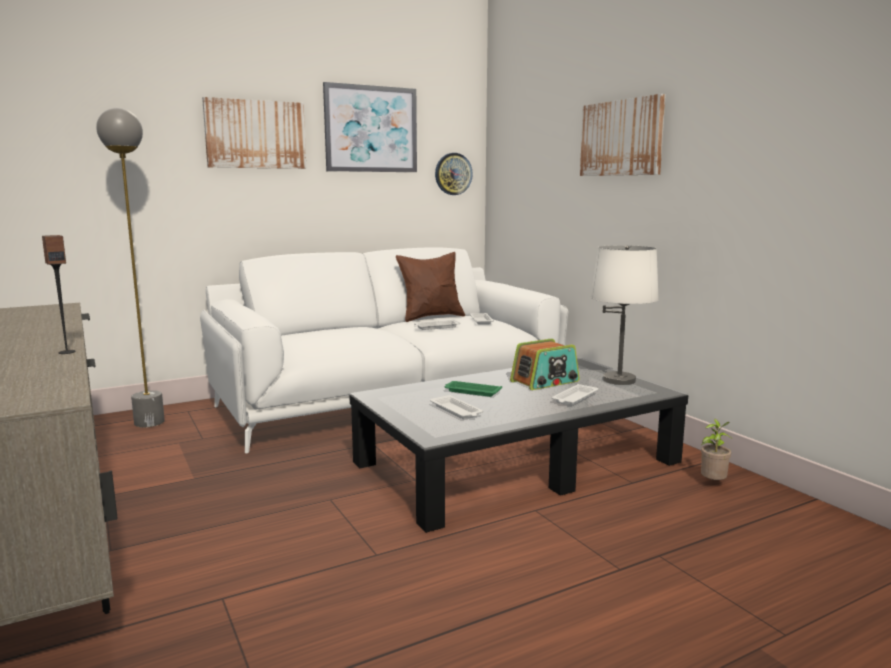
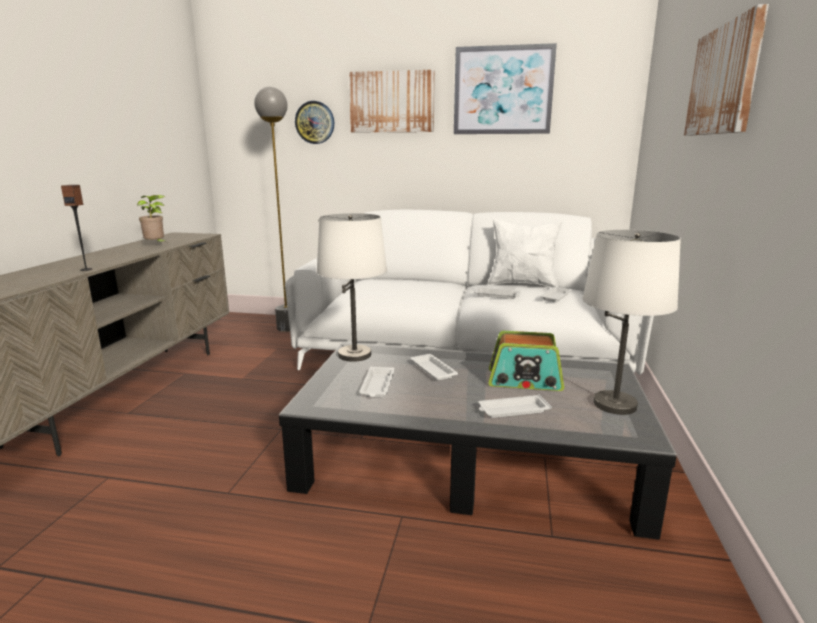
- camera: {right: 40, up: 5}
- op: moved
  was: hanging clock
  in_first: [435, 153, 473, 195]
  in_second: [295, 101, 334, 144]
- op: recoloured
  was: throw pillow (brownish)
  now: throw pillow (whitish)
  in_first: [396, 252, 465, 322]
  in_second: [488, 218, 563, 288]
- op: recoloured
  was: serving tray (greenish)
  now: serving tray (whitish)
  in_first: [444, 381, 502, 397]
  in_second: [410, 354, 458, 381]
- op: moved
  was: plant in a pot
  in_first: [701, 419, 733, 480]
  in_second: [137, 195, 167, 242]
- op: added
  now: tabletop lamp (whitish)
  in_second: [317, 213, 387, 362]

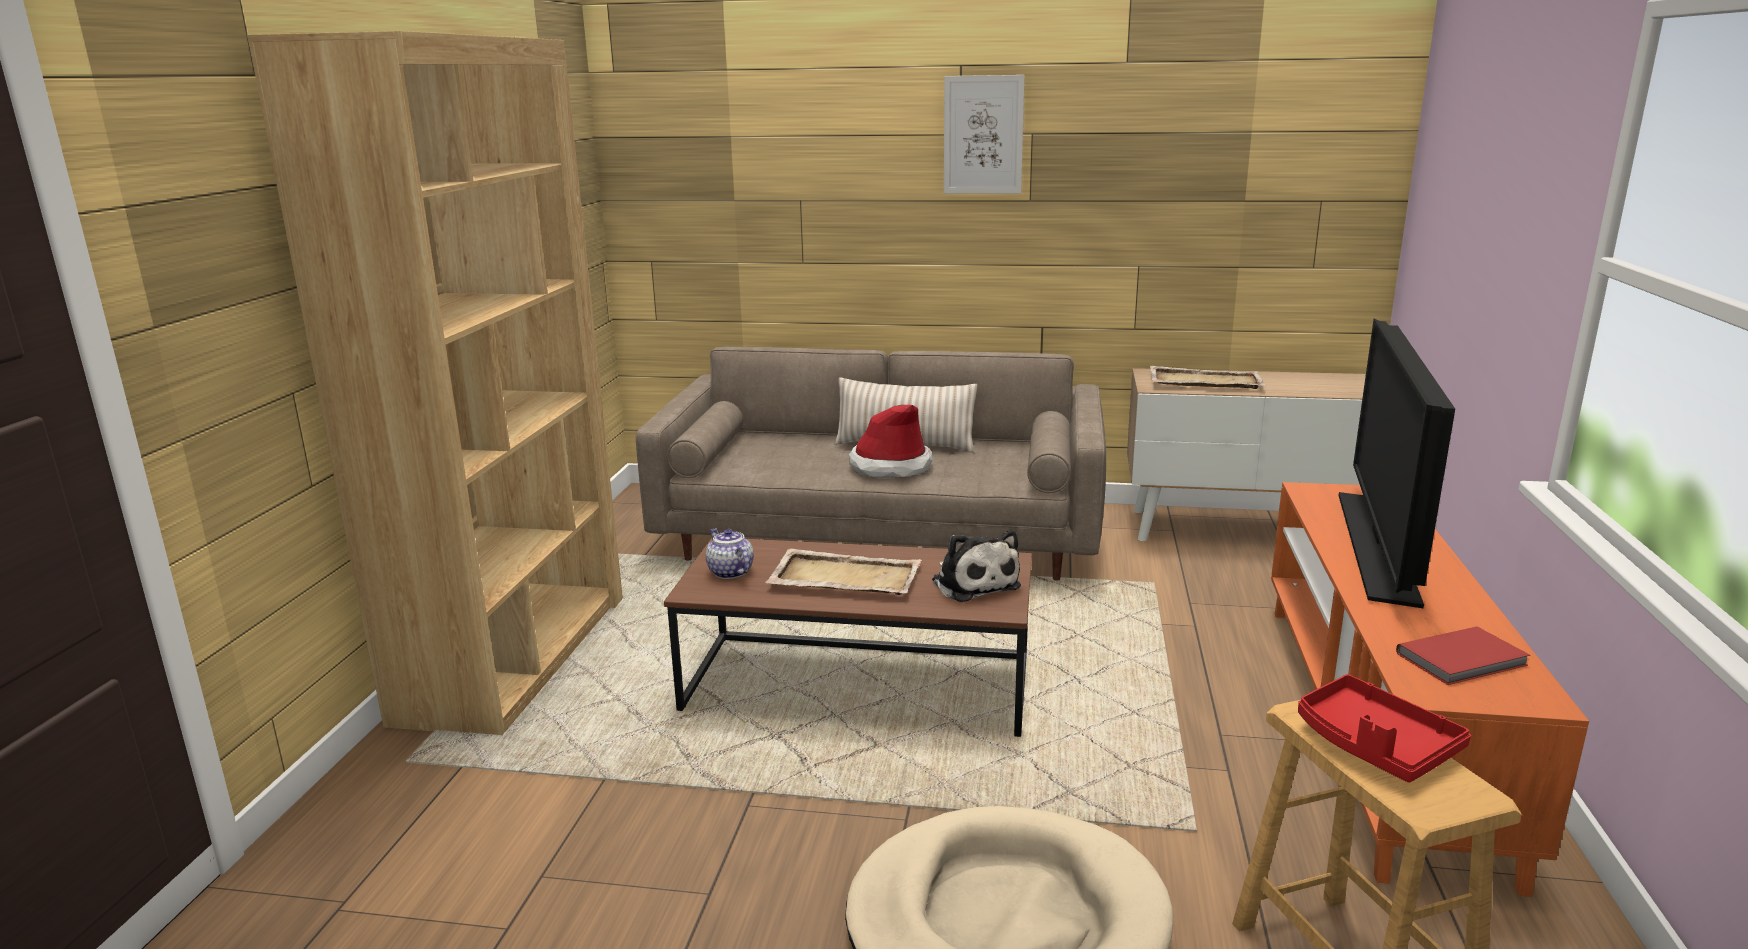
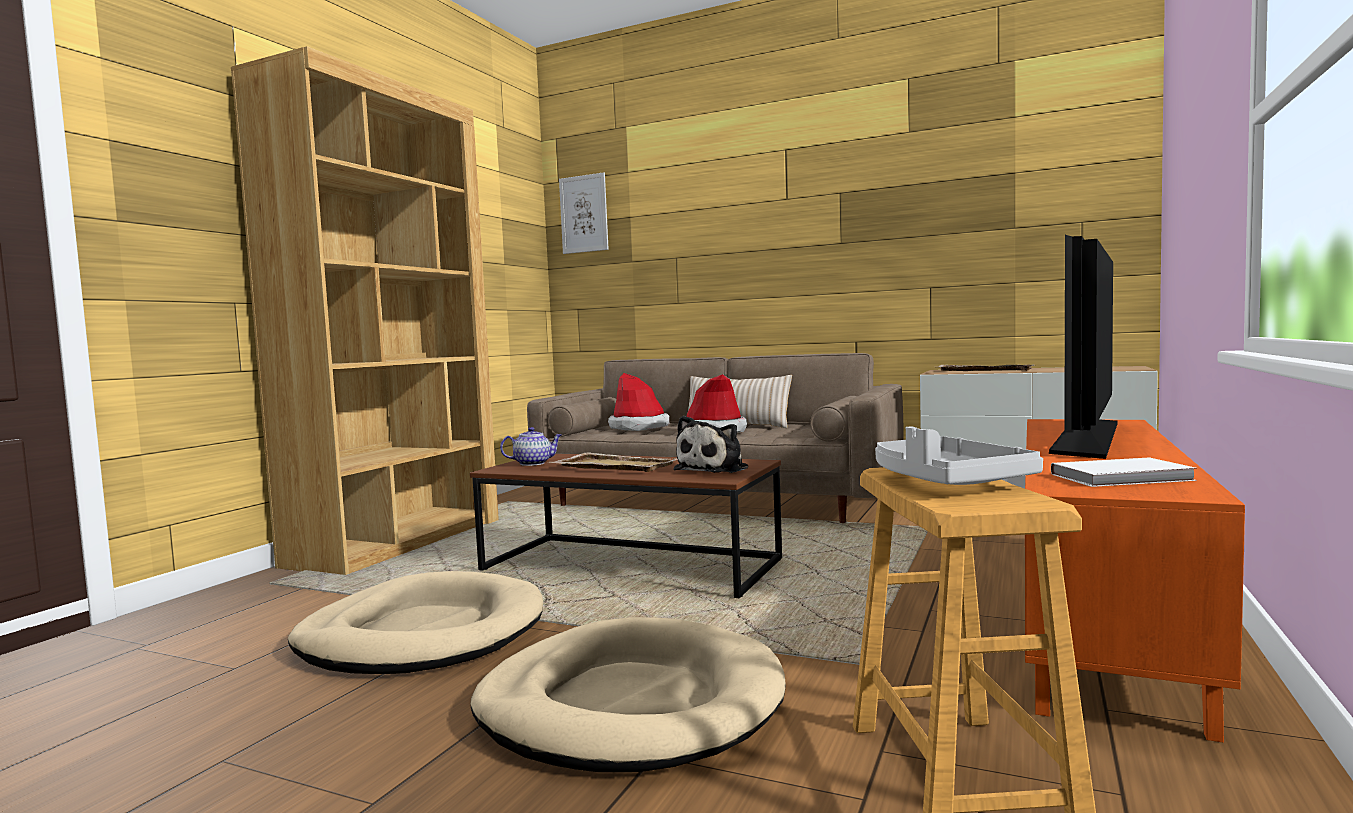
- camera: {right: 15, up: -15}
- op: moved
  was: wall picture
  in_first: [944, 75, 1025, 194]
  in_second: [559, 172, 609, 254]
- op: turned
  was: teapot
  in_first: [706, 528, 754, 579]
  in_second: [500, 427, 562, 466]
  clockwise: 90
- op: turned
  was: cuddly toy
  in_first: [932, 530, 1021, 602]
  in_second: [673, 416, 748, 473]
  clockwise: 45
- op: recoloured
  was: book (reddish)
  now: book (whitish)
  in_first: [1396, 626, 1530, 685]
  in_second: [1051, 457, 1197, 487]
- op: recoloured
  was: serving tray (reddish)
  now: serving tray (greyish)
  in_first: [1298, 674, 1471, 783]
  in_second: [875, 426, 1043, 485]
- op: added
  now: hat
  in_second: [608, 373, 670, 431]
- op: added
  now: dog cushion (beige)
  in_second: [288, 571, 543, 674]

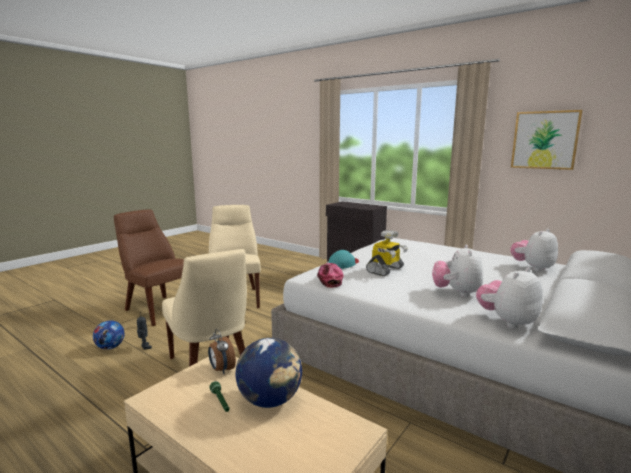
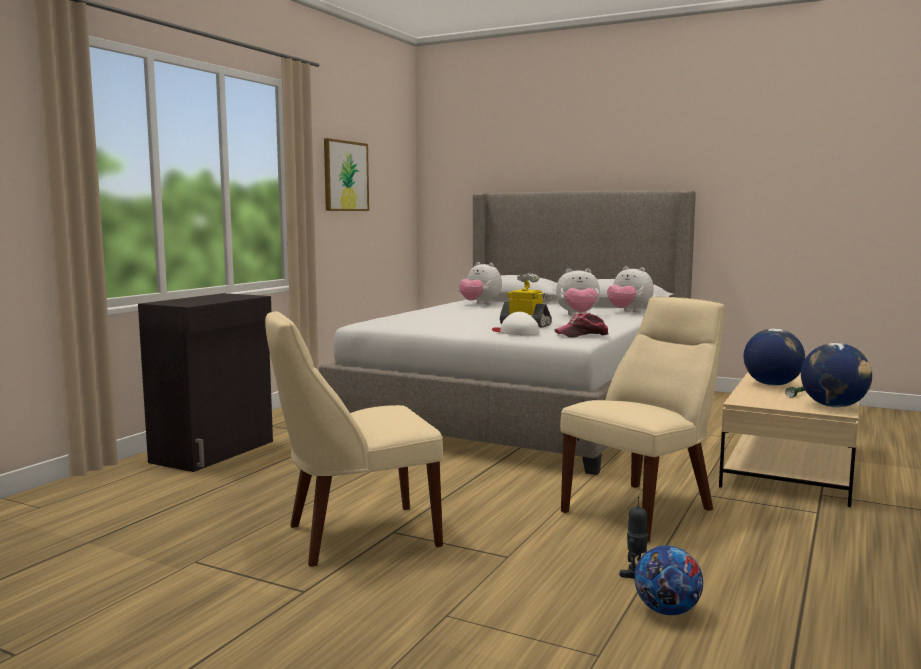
- camera: {right: -100, up: -5}
- op: removed
  was: chair (brownish)
  in_first: [114, 210, 184, 326]
- op: recoloured
  was: baseball cap (turquoise)
  now: baseball cap (whitish)
  in_first: [329, 250, 359, 269]
  in_second: [492, 312, 539, 335]
- op: removed
  was: alarm clock
  in_first: [208, 329, 236, 374]
- op: added
  now: desk globe
  in_second: [801, 343, 872, 407]

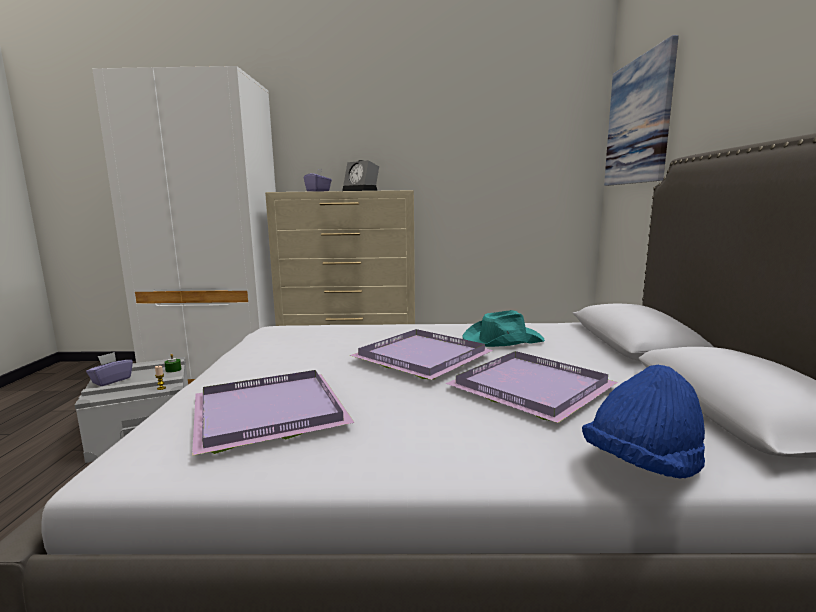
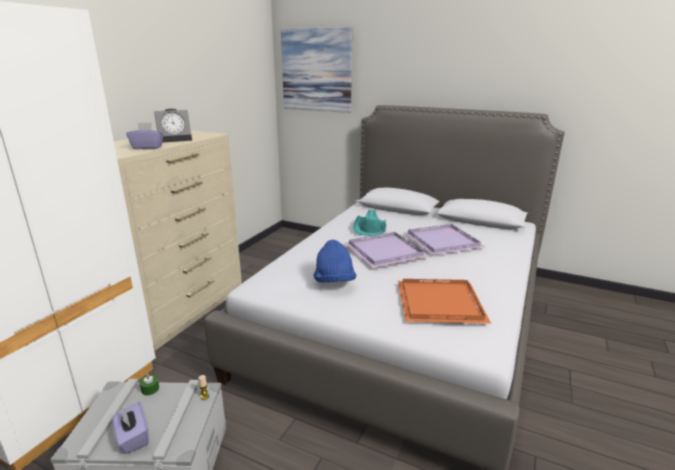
- camera: {right: -65, up: 10}
- op: moved
  was: hat (bluish)
  in_first: [582, 365, 705, 479]
  in_second: [314, 240, 357, 282]
- op: recoloured
  was: serving tray (purplish)
  now: serving tray (orangey)
  in_first: [192, 370, 355, 456]
  in_second: [398, 279, 491, 324]

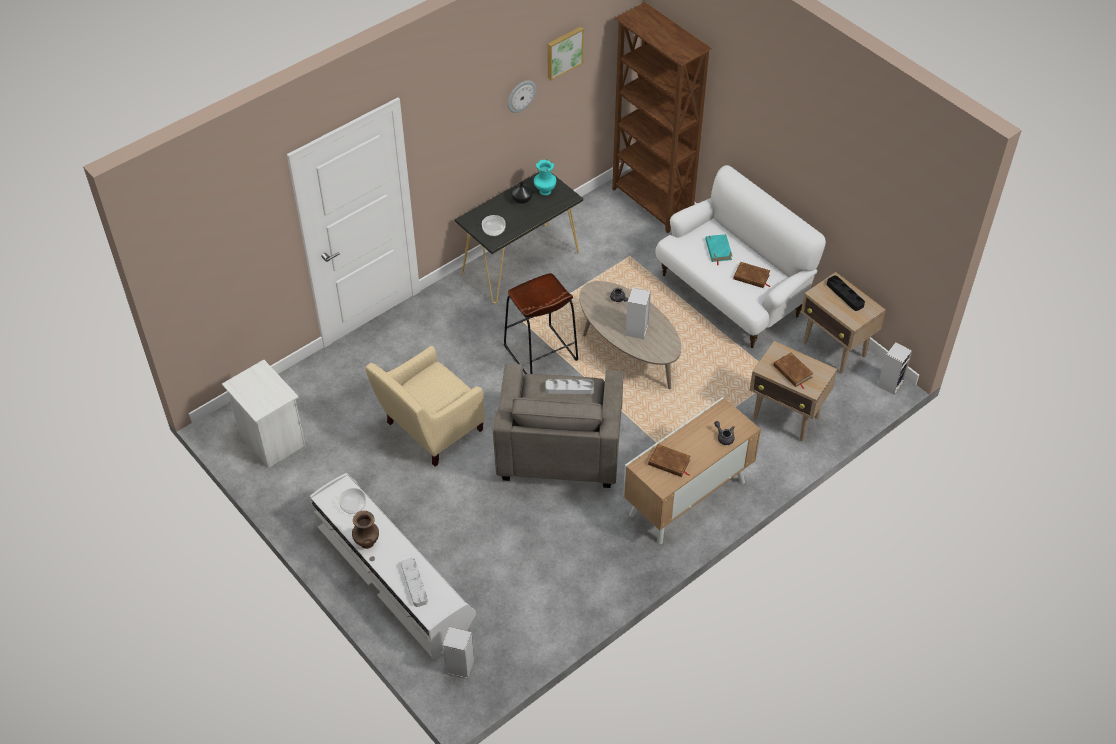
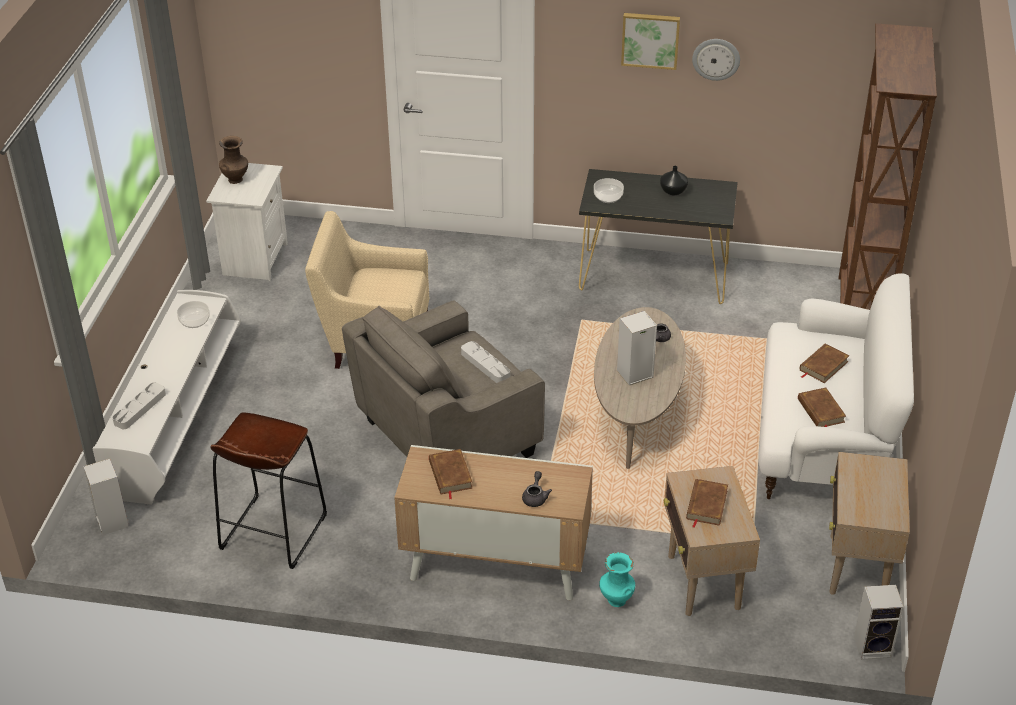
- camera: {right: 50, up: -10}
- op: moved
  was: wall picture
  in_first: [547, 26, 584, 81]
  in_second: [621, 13, 680, 70]
- op: moved
  was: flower vase (turquoise)
  in_first: [534, 160, 556, 195]
  in_second: [599, 552, 635, 607]
- op: recoloured
  was: book (turquoise)
  now: book (brownish)
  in_first: [705, 234, 732, 266]
  in_second: [800, 343, 849, 383]
- op: moved
  was: stool seat (brownish)
  in_first: [504, 273, 578, 375]
  in_second: [211, 412, 327, 569]
- op: removed
  was: serving tray (black)
  in_first: [827, 276, 865, 311]
- op: moved
  was: flower vase (brownish)
  in_first: [352, 511, 379, 549]
  in_second: [219, 136, 248, 184]

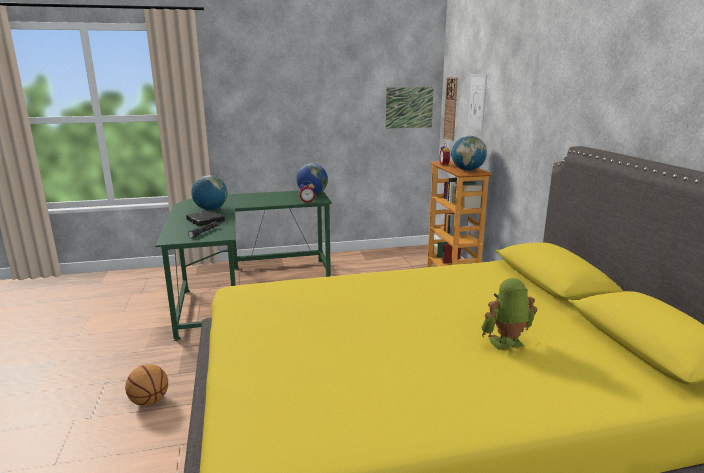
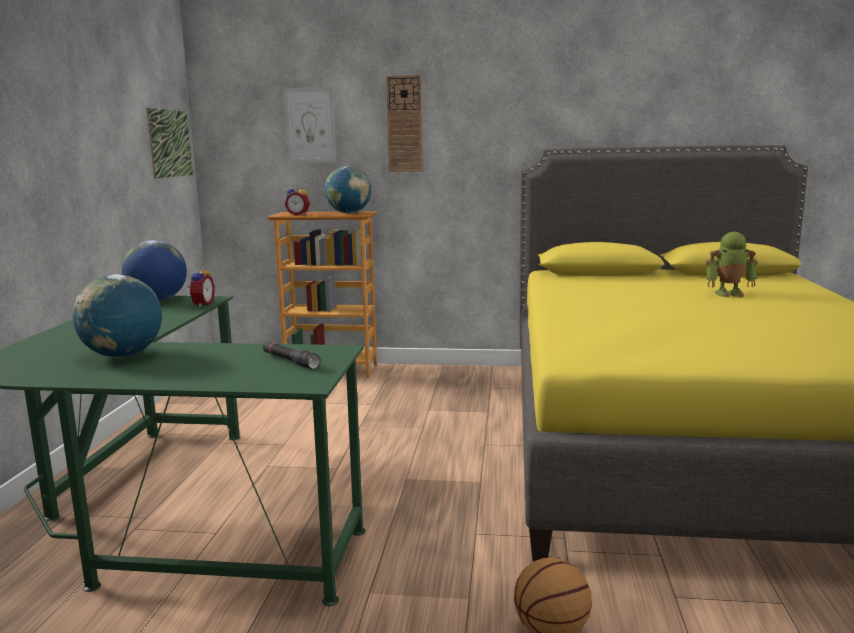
- camera: {right: -70, up: -5}
- op: moved
  was: hanging clock
  in_first: [443, 77, 458, 141]
  in_second: [386, 75, 423, 172]
- op: removed
  was: book (black)
  in_first: [186, 210, 225, 226]
- op: turned
  was: model robot
  in_first: [481, 278, 537, 350]
  in_second: [705, 232, 758, 298]
  clockwise: -90

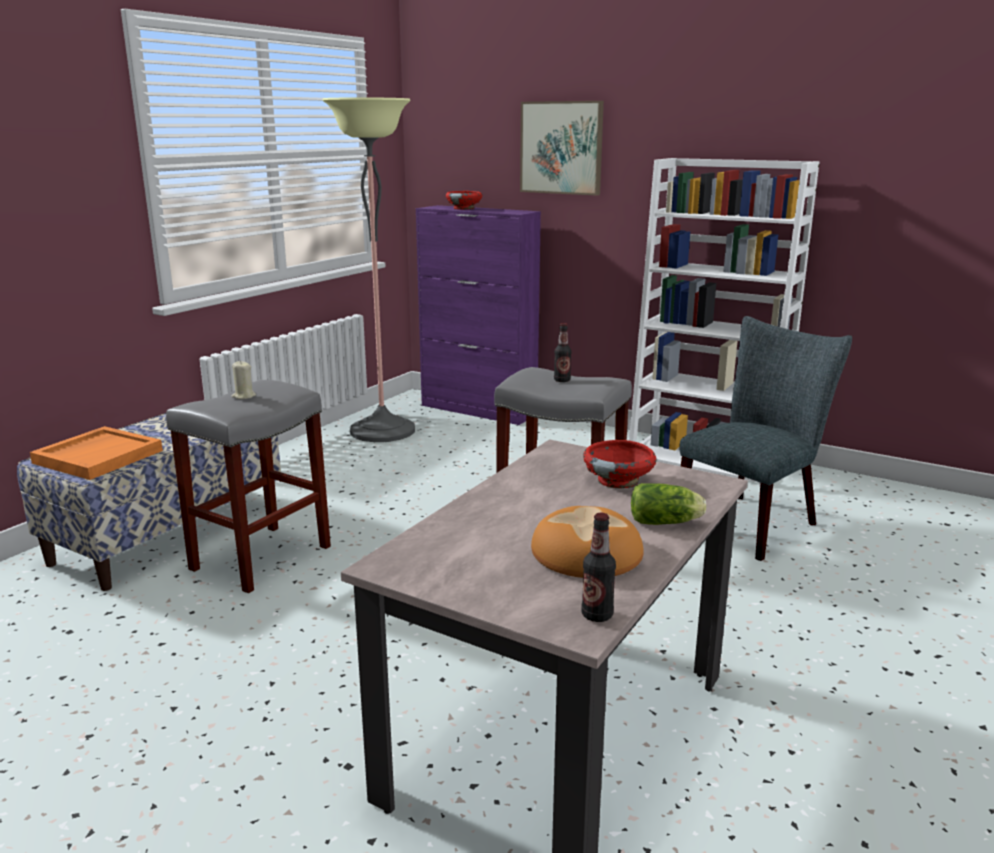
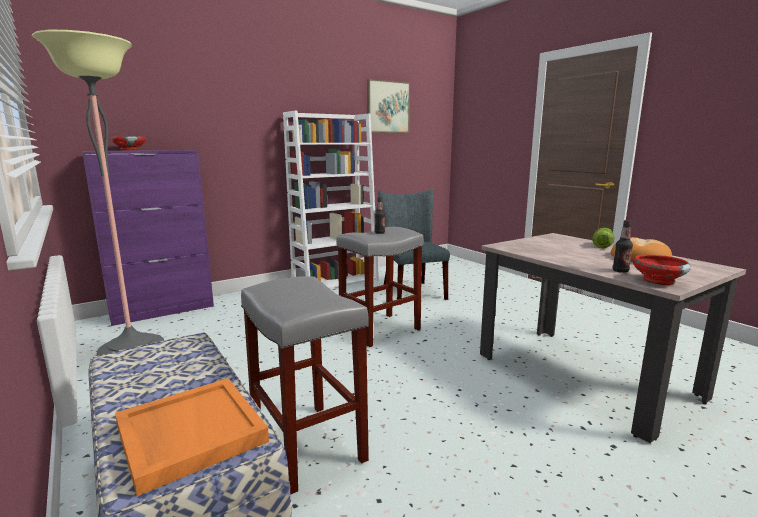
- camera: {right: -65, up: -5}
- op: moved
  was: wall picture
  in_first: [520, 101, 604, 196]
  in_second: [367, 79, 410, 133]
- op: removed
  was: wax candle (beige)
  in_first: [231, 361, 256, 399]
- op: moved
  was: deep dish (reddish)
  in_first: [583, 440, 657, 489]
  in_second: [633, 255, 691, 285]
- op: moved
  was: beverage bottle
  in_first: [581, 513, 616, 622]
  in_second: [613, 220, 633, 273]

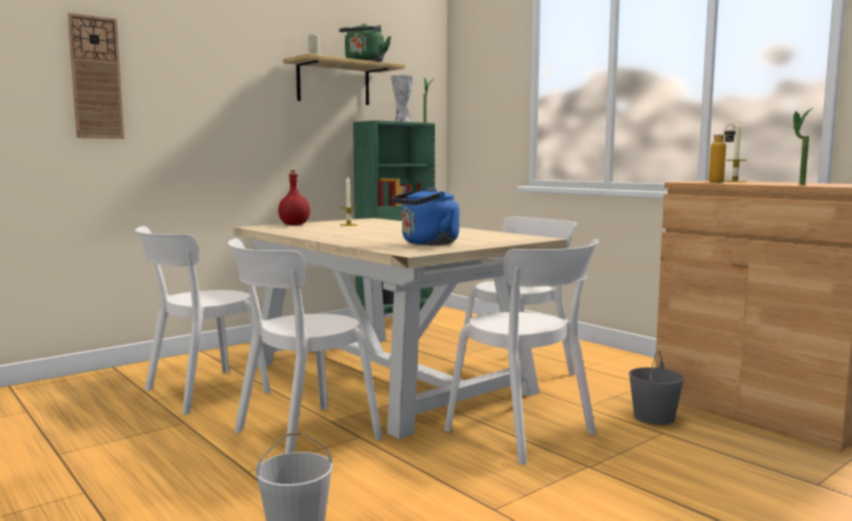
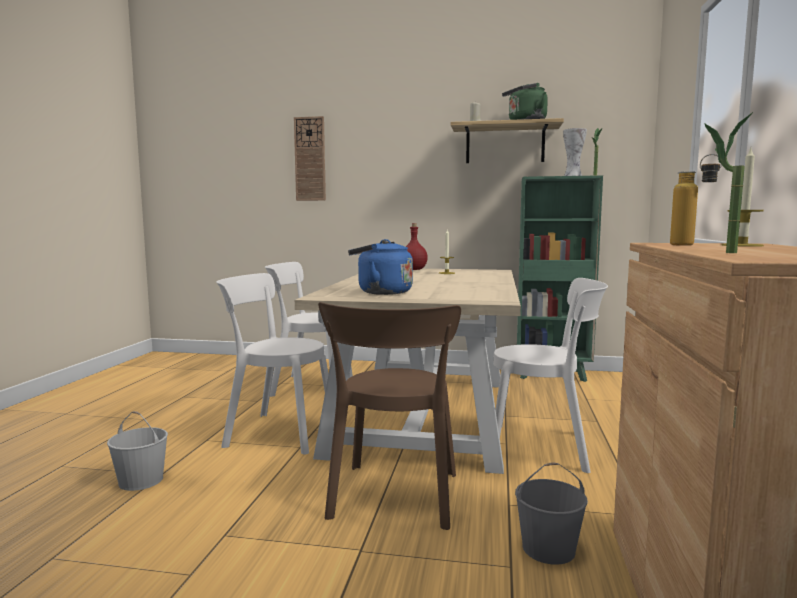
- camera: {right: 50, up: 0}
- op: recoloured
  was: chair (whitish)
  now: chair (brownish)
  in_first: [444, 239, 599, 465]
  in_second: [318, 302, 461, 530]

